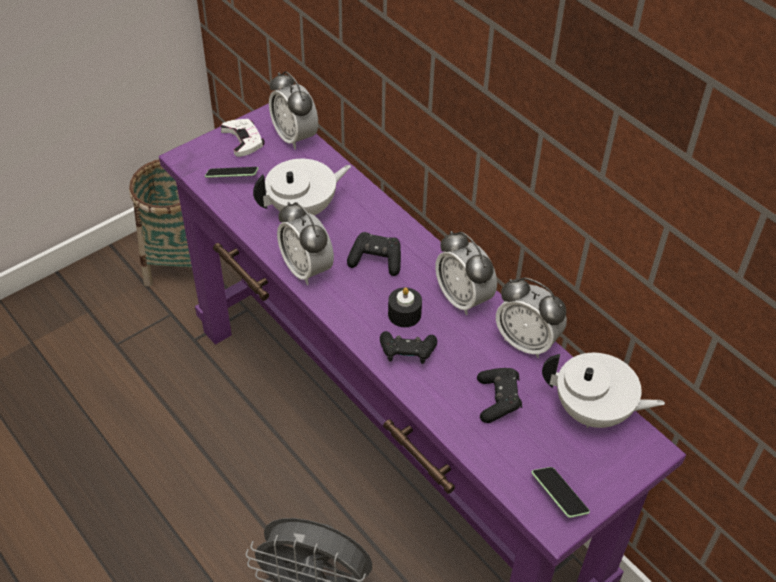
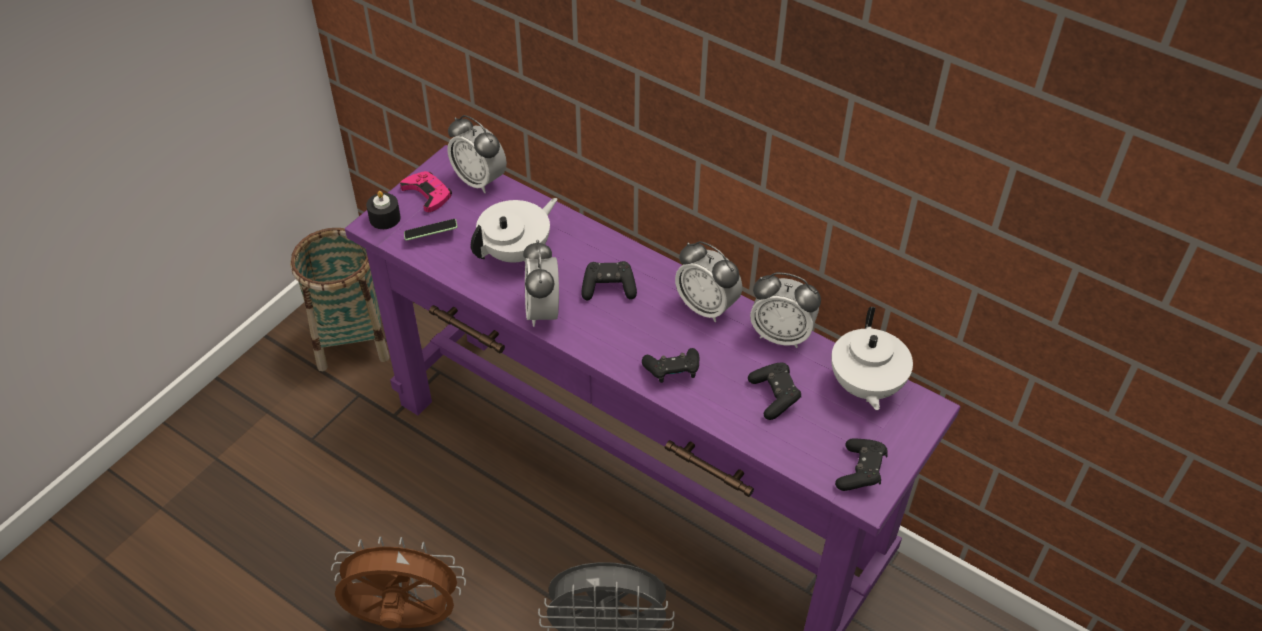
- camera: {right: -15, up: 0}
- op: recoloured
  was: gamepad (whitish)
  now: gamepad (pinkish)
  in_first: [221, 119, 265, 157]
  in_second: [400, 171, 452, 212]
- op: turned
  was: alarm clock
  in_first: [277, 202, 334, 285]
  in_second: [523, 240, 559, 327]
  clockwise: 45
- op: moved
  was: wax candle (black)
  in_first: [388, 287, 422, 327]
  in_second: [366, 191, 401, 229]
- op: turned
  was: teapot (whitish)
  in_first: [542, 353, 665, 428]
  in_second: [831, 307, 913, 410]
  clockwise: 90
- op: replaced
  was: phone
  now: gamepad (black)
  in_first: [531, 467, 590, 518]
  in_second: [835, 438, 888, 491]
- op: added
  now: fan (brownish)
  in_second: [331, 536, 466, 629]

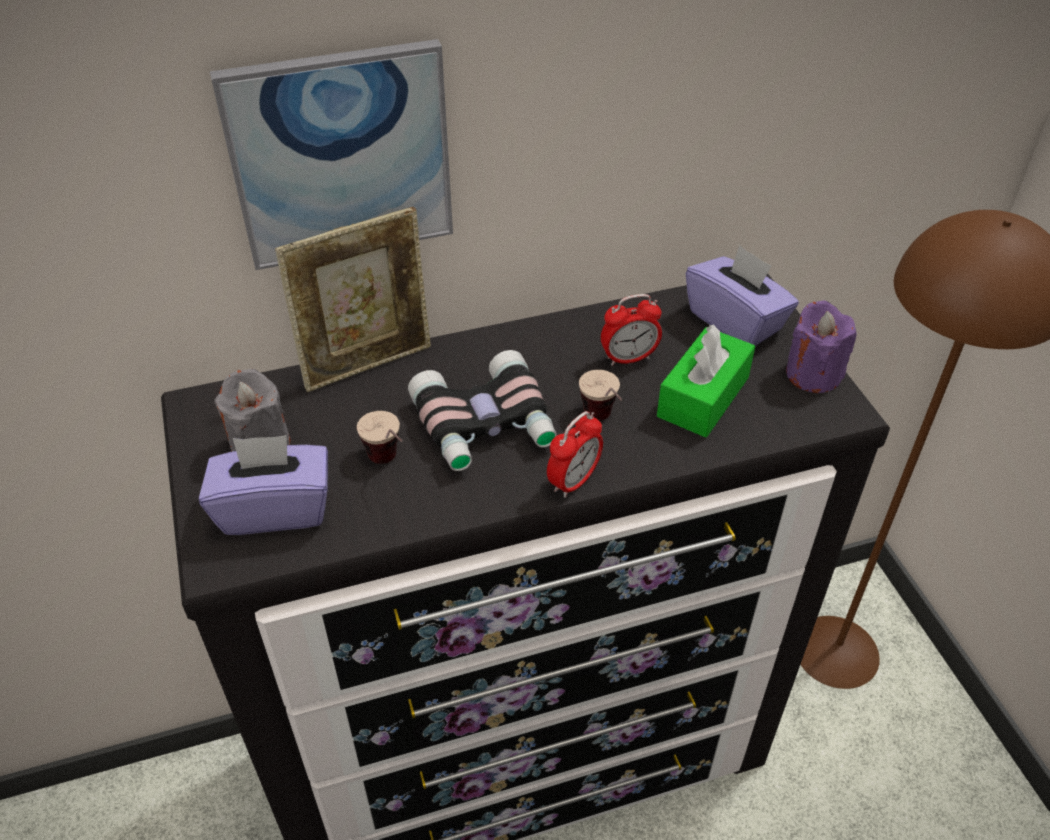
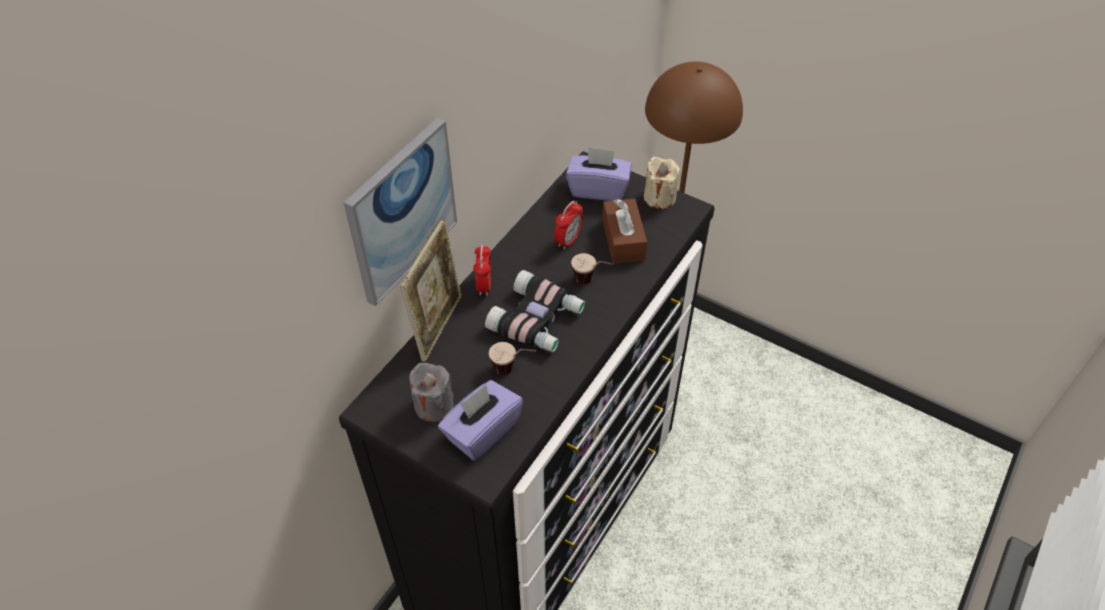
- camera: {right: -40, up: 5}
- op: recoloured
  was: wax candle (purplish)
  now: wax candle (beige)
  in_first: [786, 301, 857, 393]
  in_second: [644, 157, 680, 209]
- op: recoloured
  was: tissue box (greenish)
  now: tissue box (brownish)
  in_first: [657, 324, 755, 437]
  in_second: [602, 199, 647, 264]
- op: moved
  was: alarm clock
  in_first: [547, 411, 603, 498]
  in_second: [473, 244, 491, 296]

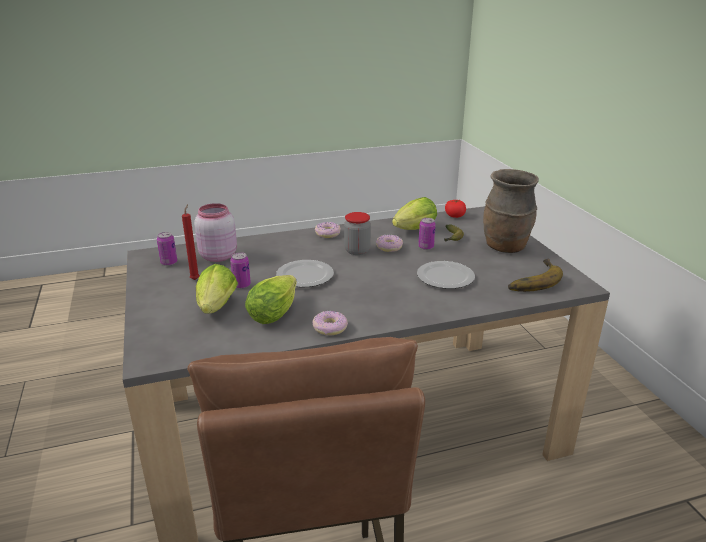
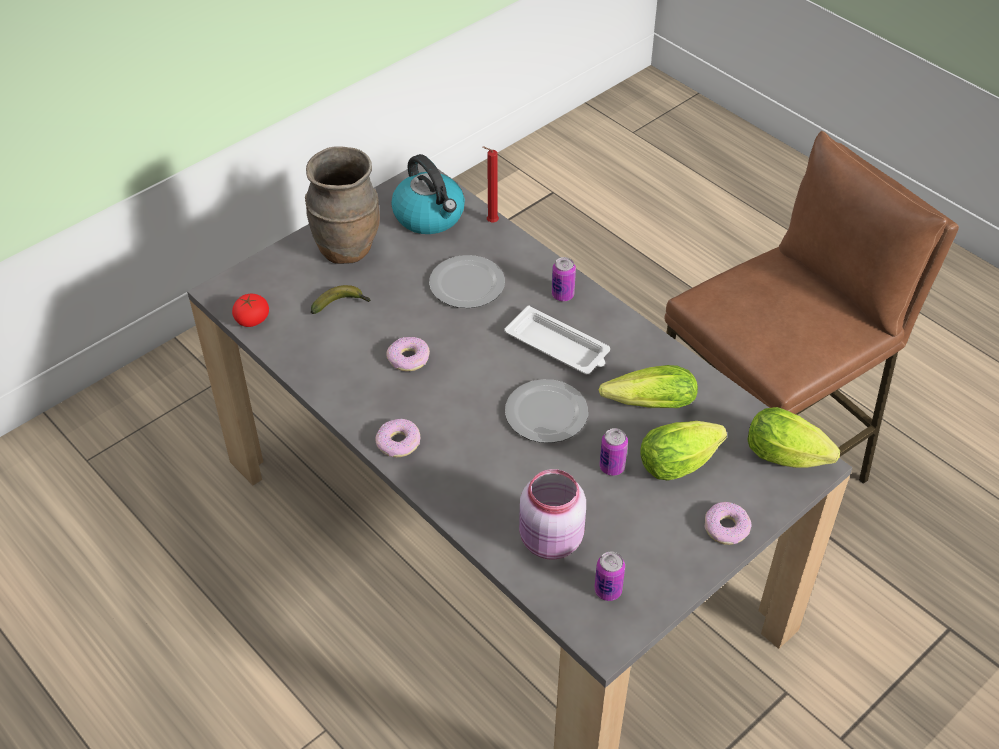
- camera: {right: -115, up: 20}
- op: moved
  was: head of lettuce
  in_first: [392, 197, 437, 230]
  in_second: [748, 407, 840, 468]
- op: moved
  was: wax candle (reddish)
  in_first: [182, 204, 200, 280]
  in_second: [483, 147, 499, 223]
- op: removed
  was: storage jar
  in_first: [344, 212, 371, 255]
- op: moved
  was: can
  in_first: [418, 218, 436, 250]
  in_second: [552, 257, 576, 302]
- op: replaced
  was: banana
  now: tea kettle
  in_first: [508, 259, 563, 292]
  in_second: [391, 154, 465, 234]
- op: moved
  was: ring doughnut
  in_first: [312, 311, 348, 335]
  in_second: [704, 502, 751, 545]
- op: added
  now: serving tray (whitish)
  in_second: [504, 305, 610, 374]

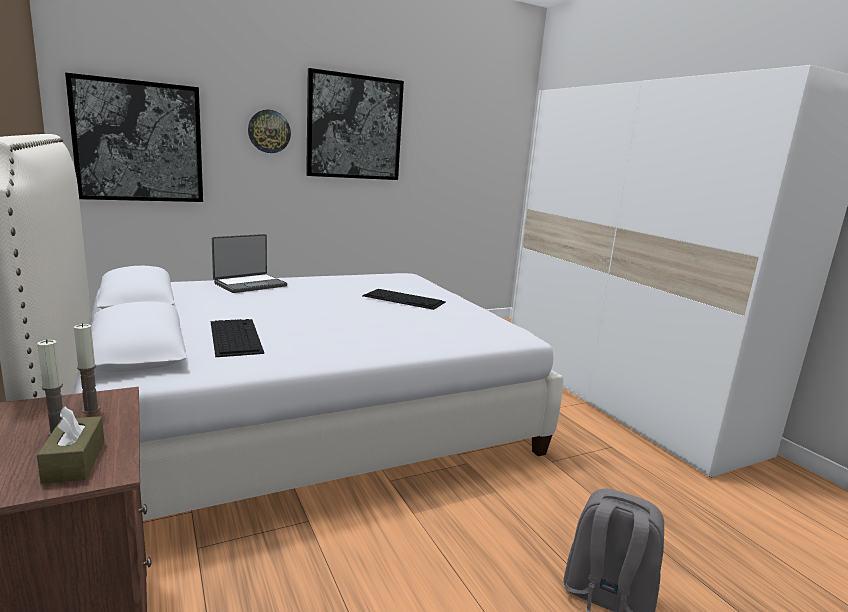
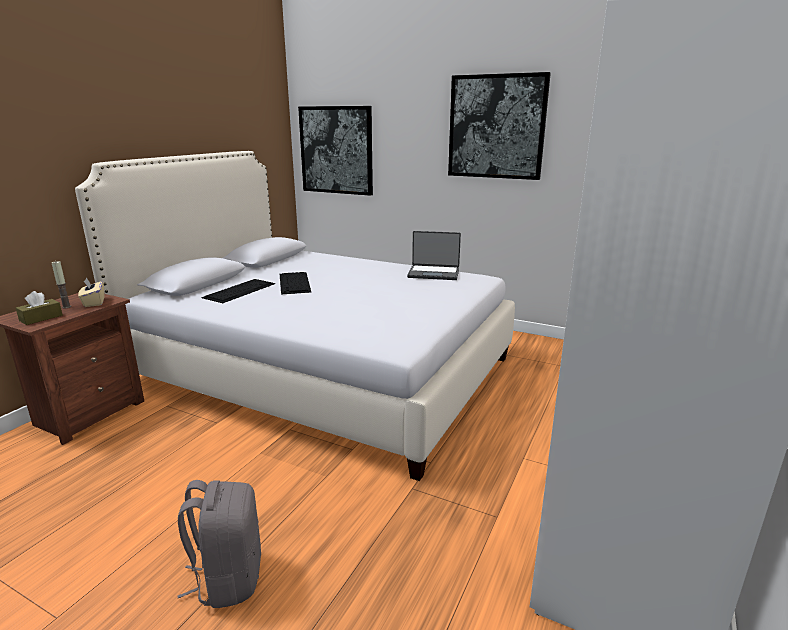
- camera: {right: 55, up: 5}
- op: removed
  was: hanging clock
  in_first: [248, 110, 291, 153]
- op: moved
  was: portable computer
  in_first: [212, 234, 287, 293]
  in_second: [407, 231, 461, 280]
- op: moved
  was: computer keyboard
  in_first: [362, 289, 446, 310]
  in_second: [280, 272, 311, 295]
- op: replaced
  was: wax candle
  now: tissue box (beige)
  in_first: [74, 323, 100, 414]
  in_second: [78, 277, 104, 307]

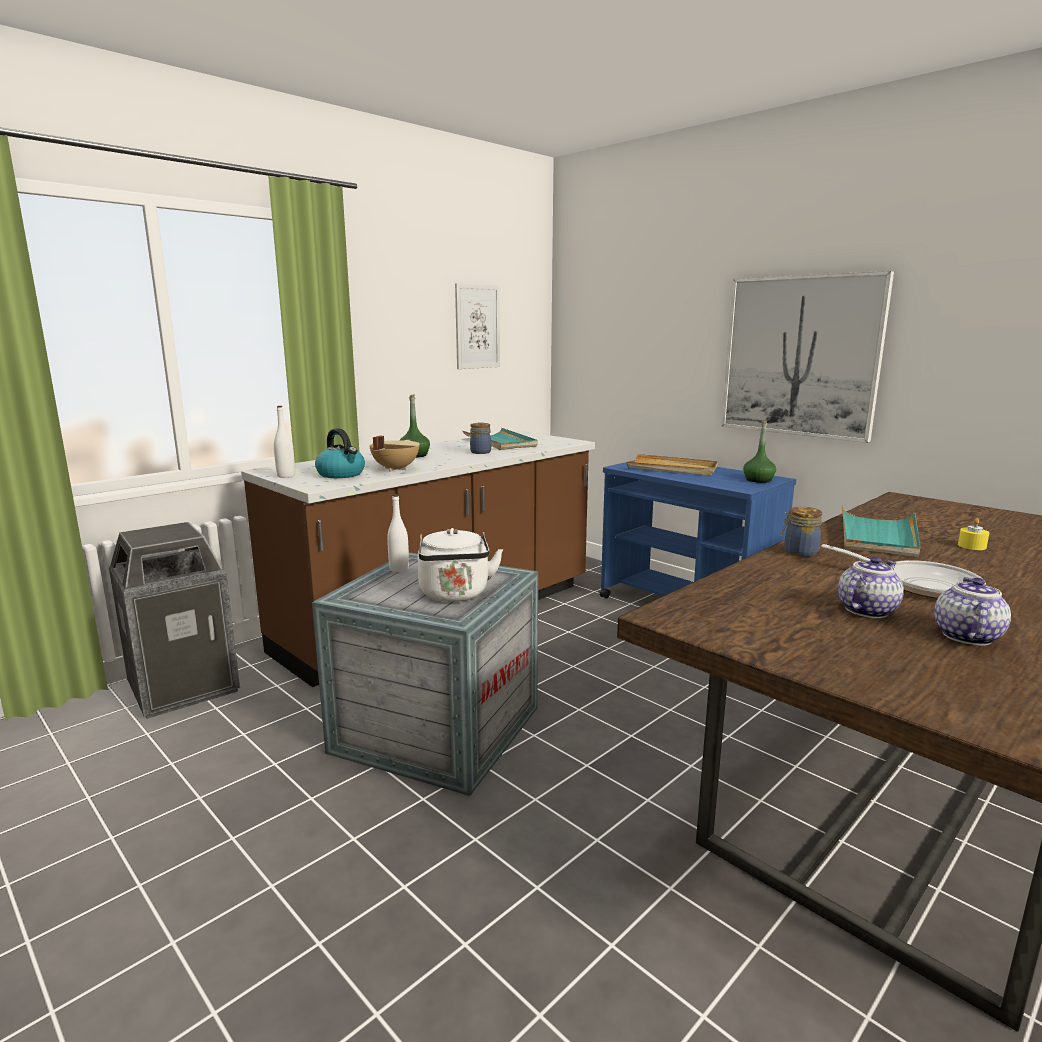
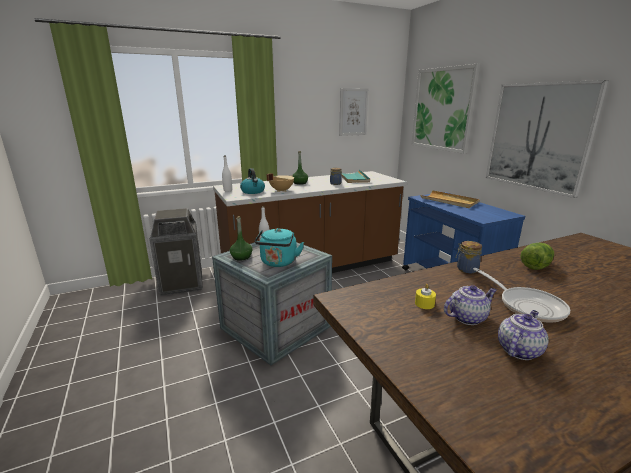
- camera: {right: 20, up: 5}
- op: moved
  was: beverage bottle (greenish)
  in_first: [743, 420, 776, 483]
  in_second: [230, 216, 253, 261]
- op: replaced
  was: serving tray (turquoise)
  now: head of lettuce
  in_first: [842, 506, 921, 557]
  in_second: [520, 243, 554, 270]
- op: moved
  was: wax candle (yellowish)
  in_first: [958, 518, 989, 550]
  in_second: [415, 284, 436, 309]
- op: recoloured
  was: tea kettle (whitish)
  now: tea kettle (turquoise)
  in_first: [418, 528, 503, 602]
  in_second: [255, 228, 304, 267]
- op: added
  now: wall picture
  in_second: [412, 64, 480, 154]

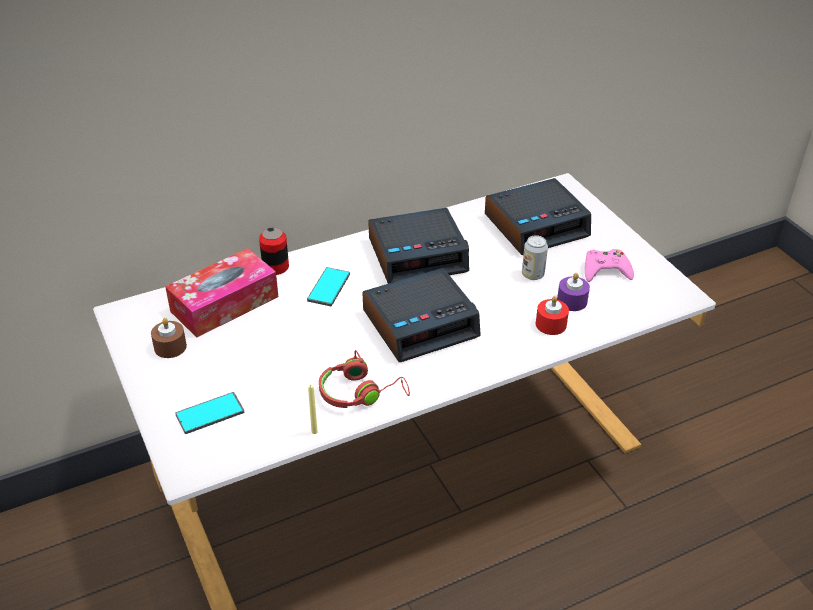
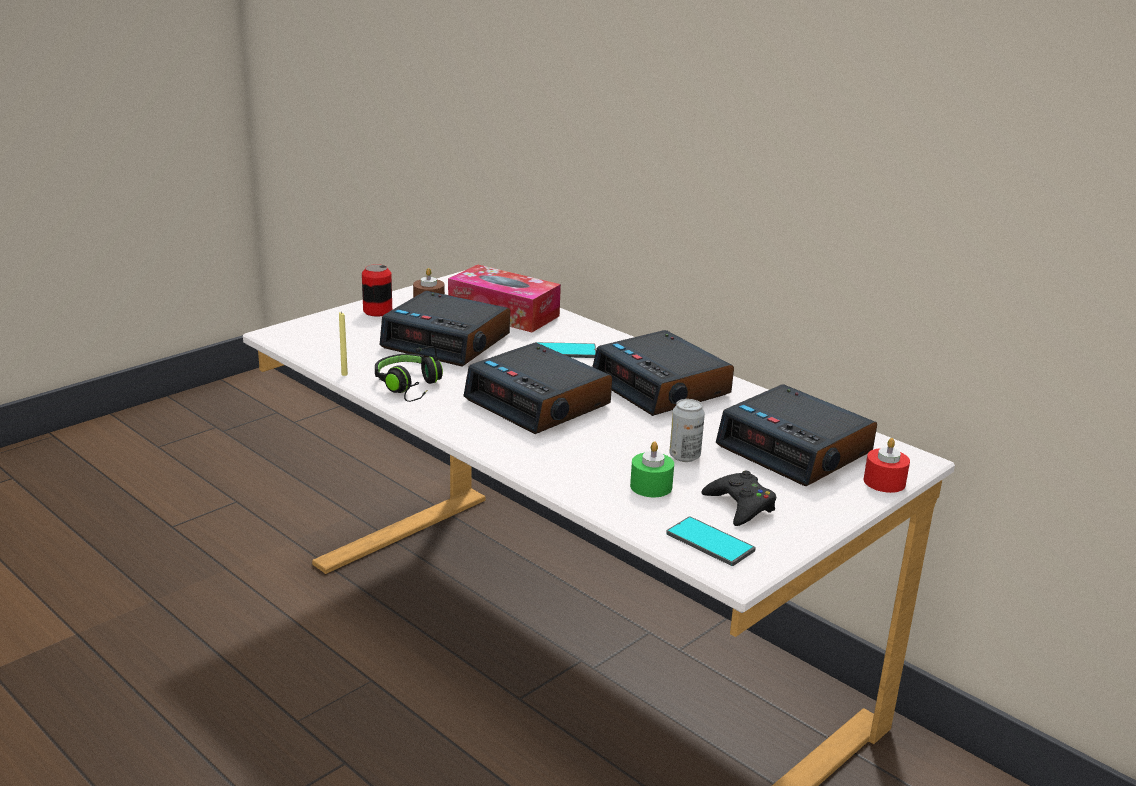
- camera: {right: 70, up: -15}
- op: moved
  was: can
  in_first: [259, 228, 289, 275]
  in_second: [362, 264, 392, 317]
- op: recoloured
  was: gamepad (pinkish)
  now: gamepad (black)
  in_first: [585, 249, 634, 282]
  in_second: [701, 471, 776, 526]
- op: recoloured
  was: wax candle (purplish)
  now: wax candle (greenish)
  in_first: [557, 273, 590, 311]
  in_second: [630, 442, 674, 497]
- op: moved
  was: wax candle (reddish)
  in_first: [536, 296, 569, 335]
  in_second: [864, 438, 910, 493]
- op: recoloured
  was: headset (reddish)
  now: headset (black)
  in_first: [319, 350, 410, 408]
  in_second: [375, 346, 443, 402]
- op: moved
  was: phone
  in_first: [175, 392, 244, 434]
  in_second: [666, 517, 756, 566]
- op: added
  now: alarm clock
  in_second: [380, 291, 510, 366]

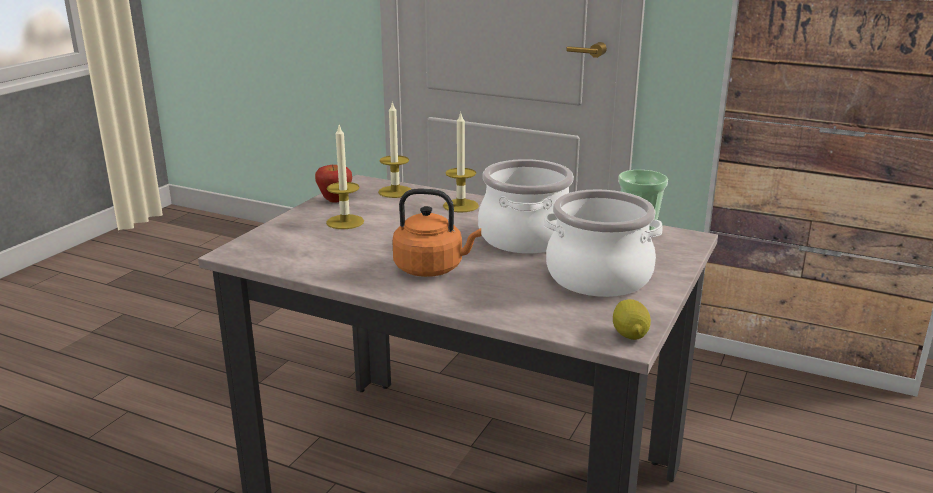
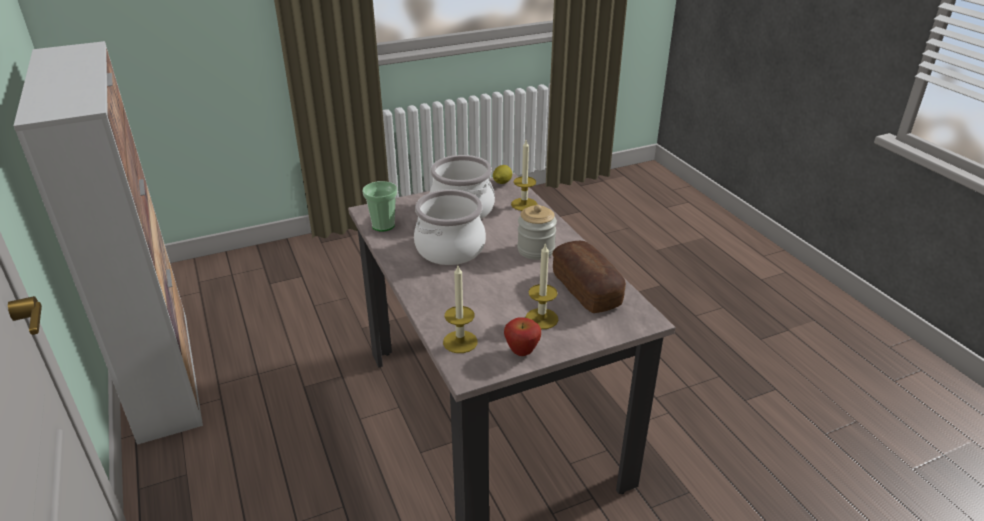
- camera: {right: -140, up: 10}
- op: moved
  was: wax candle
  in_first: [443, 112, 479, 213]
  in_second: [511, 140, 537, 211]
- op: replaced
  was: tea kettle (orangey)
  now: storage jar
  in_first: [392, 188, 481, 277]
  in_second: [517, 205, 557, 260]
- op: added
  now: baked bread
  in_second: [552, 241, 626, 313]

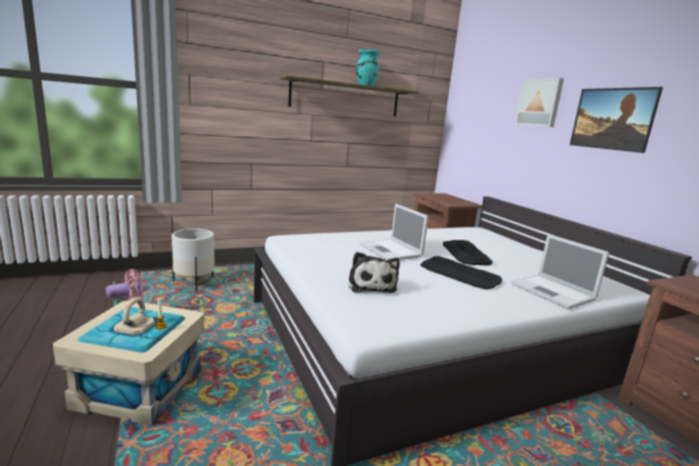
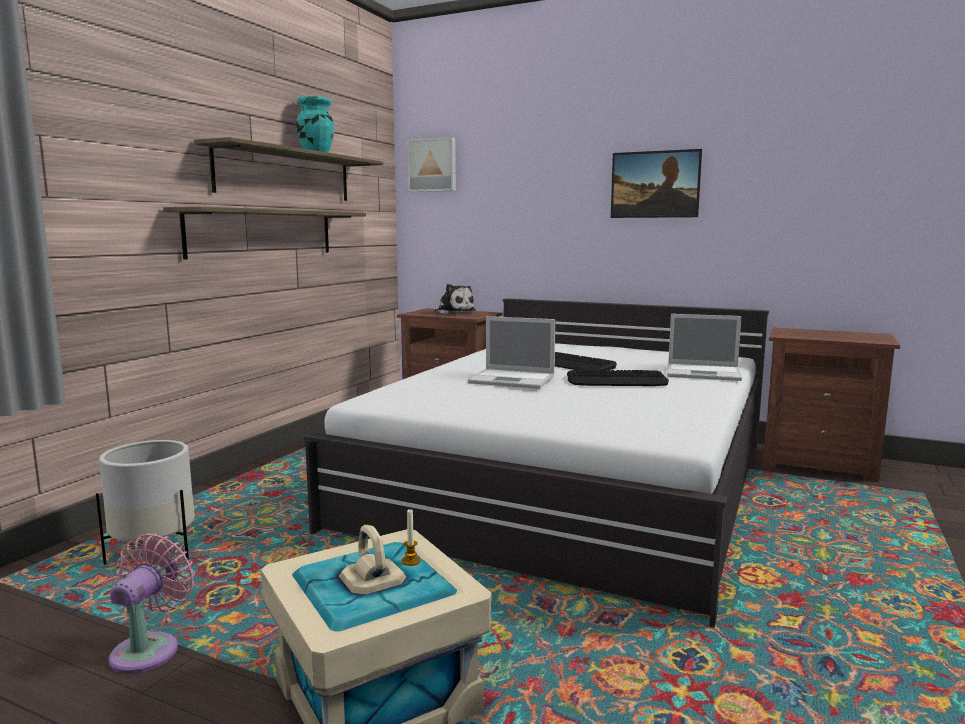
- camera: {right: -40, up: -5}
- op: moved
  was: wall picture
  in_first: [515, 78, 564, 127]
  in_second: [407, 137, 456, 192]
- op: moved
  was: cuddly toy
  in_first: [349, 252, 400, 294]
  in_second: [432, 284, 476, 314]
- op: added
  now: shelf
  in_second: [163, 206, 366, 260]

